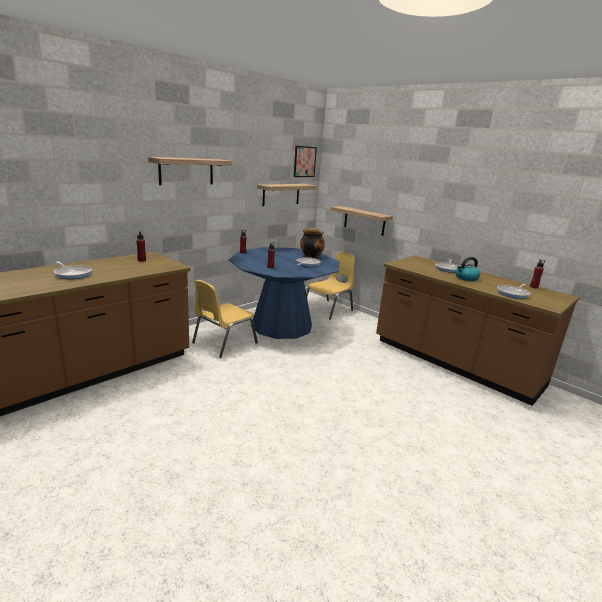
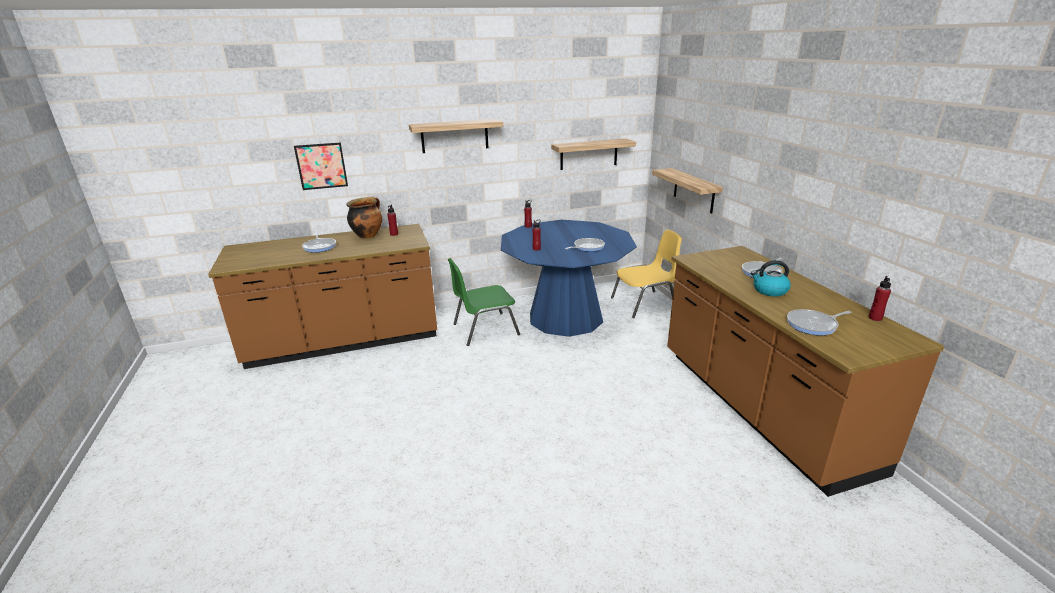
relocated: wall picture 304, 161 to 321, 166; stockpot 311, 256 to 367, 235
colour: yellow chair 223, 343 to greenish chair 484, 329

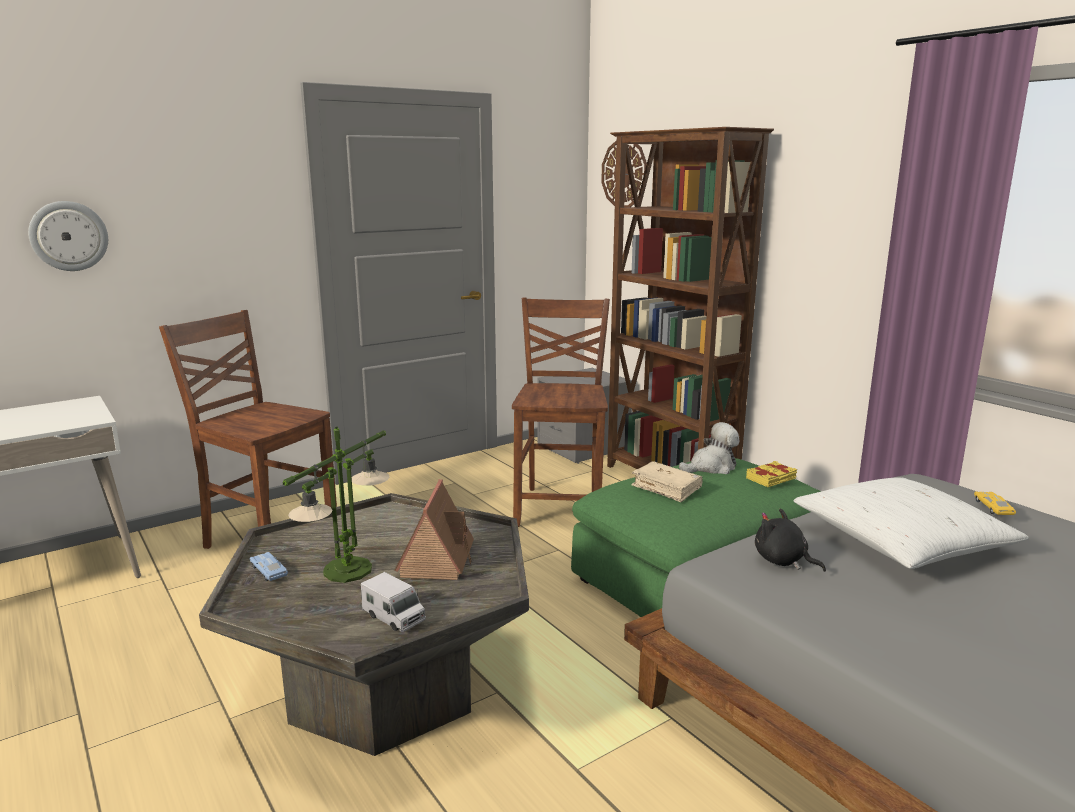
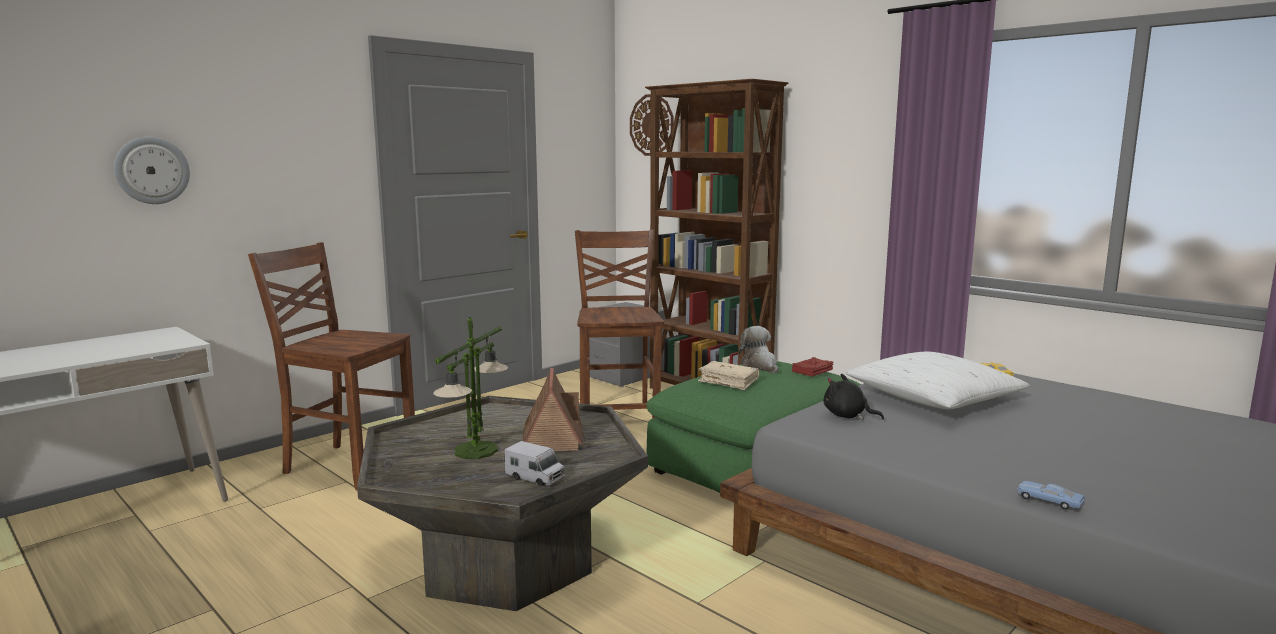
relocated: bluish model car 269, 572 to 1048, 501
colour: yellow bound book 771, 478 to red-coloured bound book 813, 371
spun: plush toy 711, 467 = 760, 366 75 degrees counterclockwise

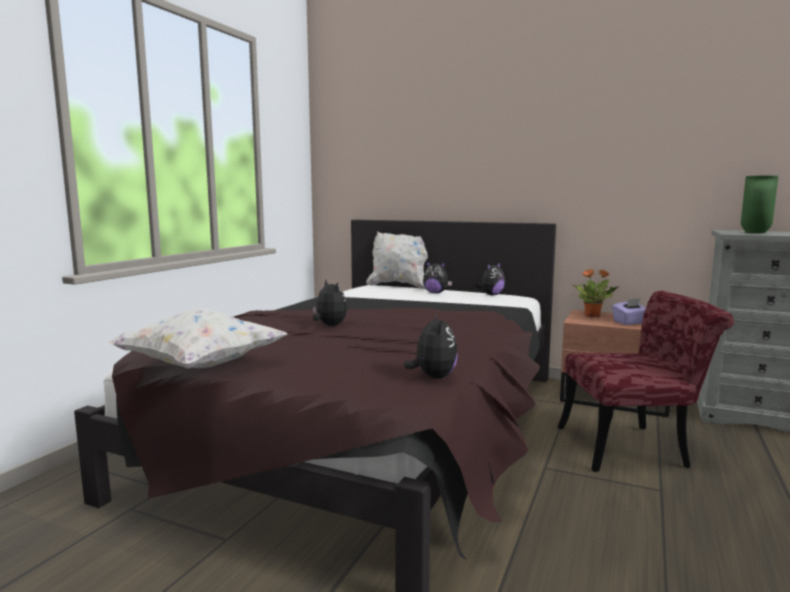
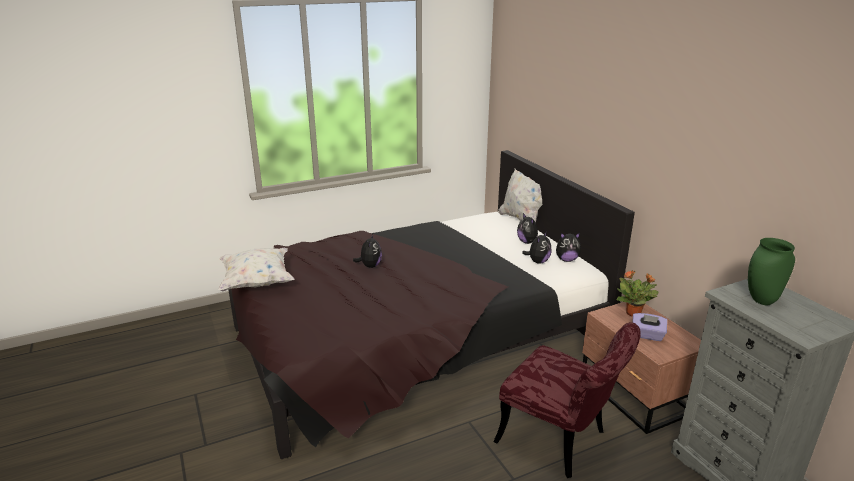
relocated: plush toy 433, 377 to 538, 261

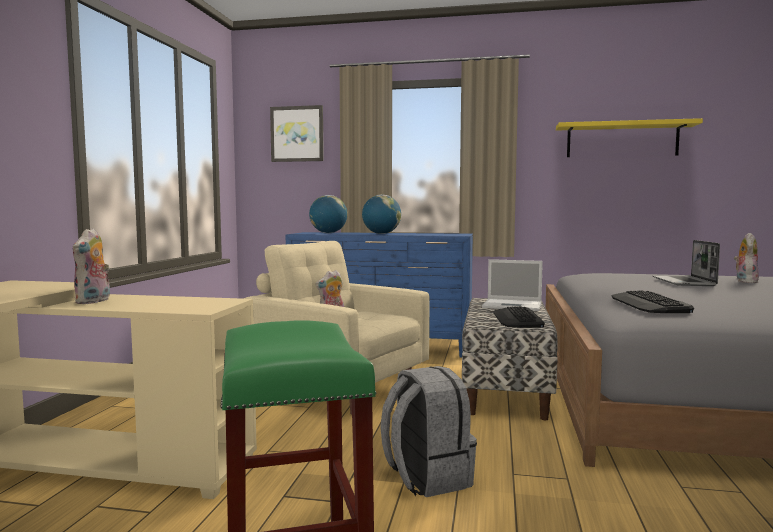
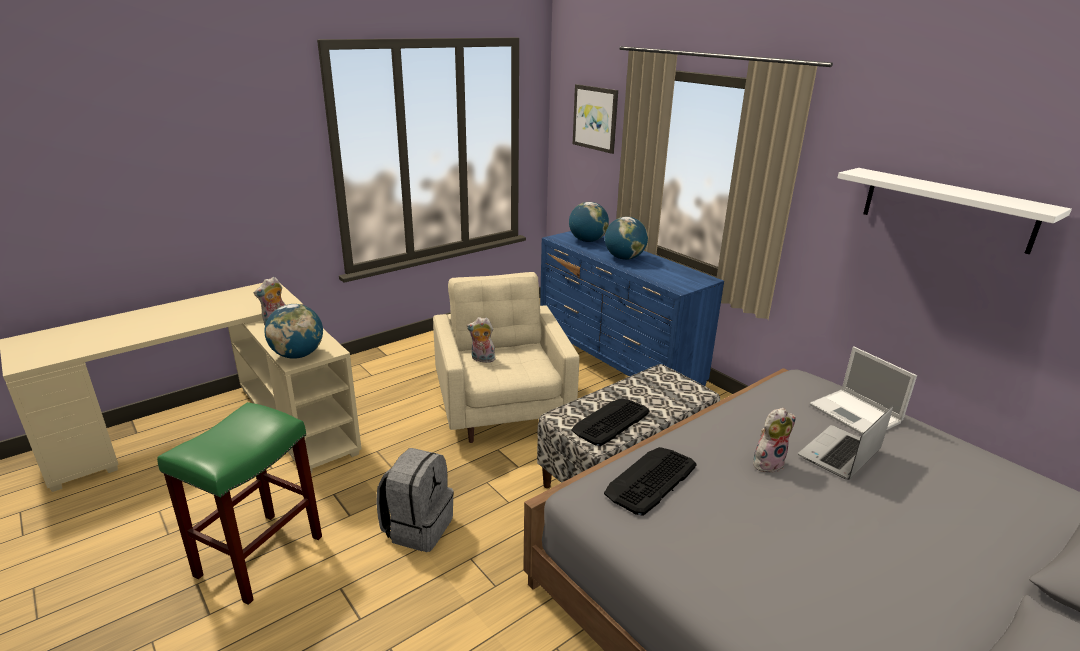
appeared: world globe 298, 355
relocated: laptop 513, 305 to 856, 414; plush toy 745, 281 to 768, 463
colour: yellow shelf 622, 140 to white-coloured shelf 946, 209

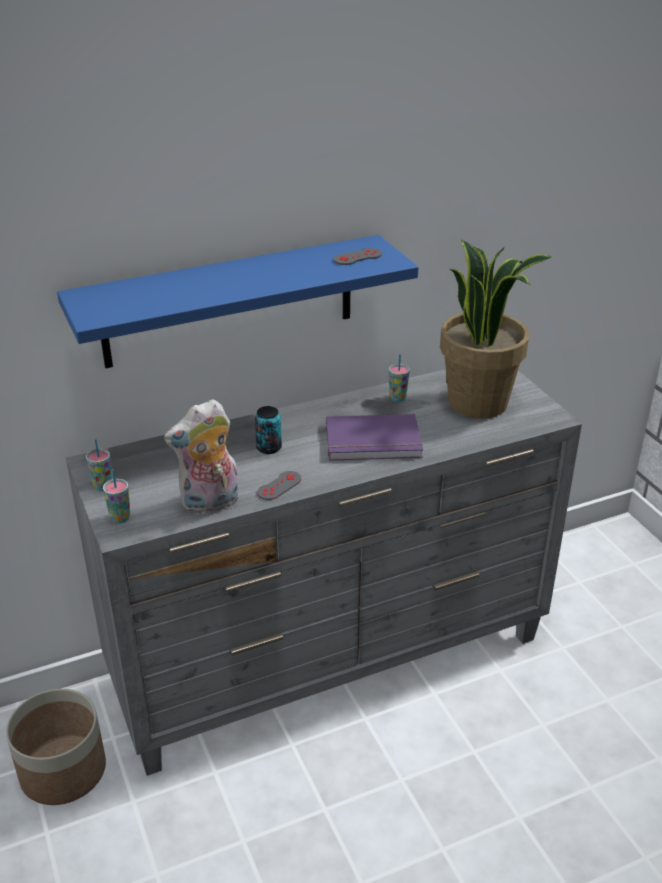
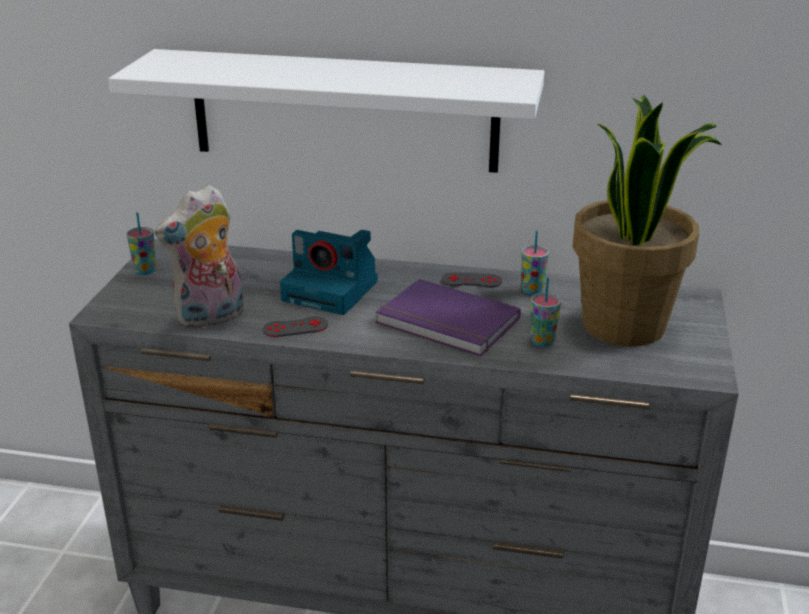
missing: planter 64, 770
relocated: drinking cup 120, 518 to 542, 341; greyish joypad 357, 257 to 471, 280
exchanged: sealed can 269, 448 to still camera 333, 291
colour: bluish shelf 229, 301 to white-coloured shelf 344, 110
spun: plush toy 210, 503 = 211, 318 45 degrees counterclockwise

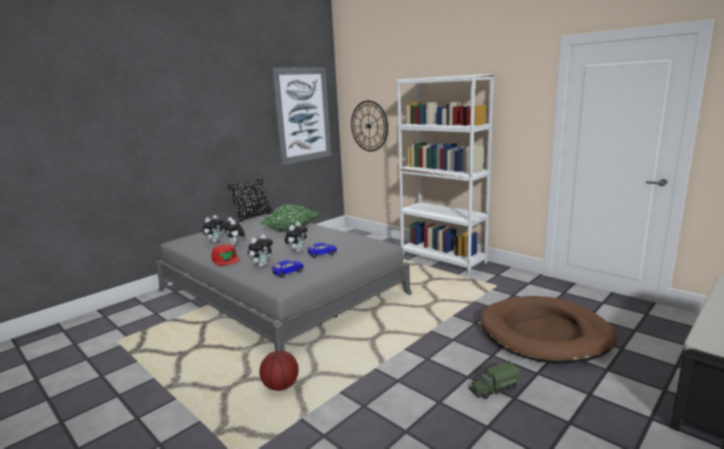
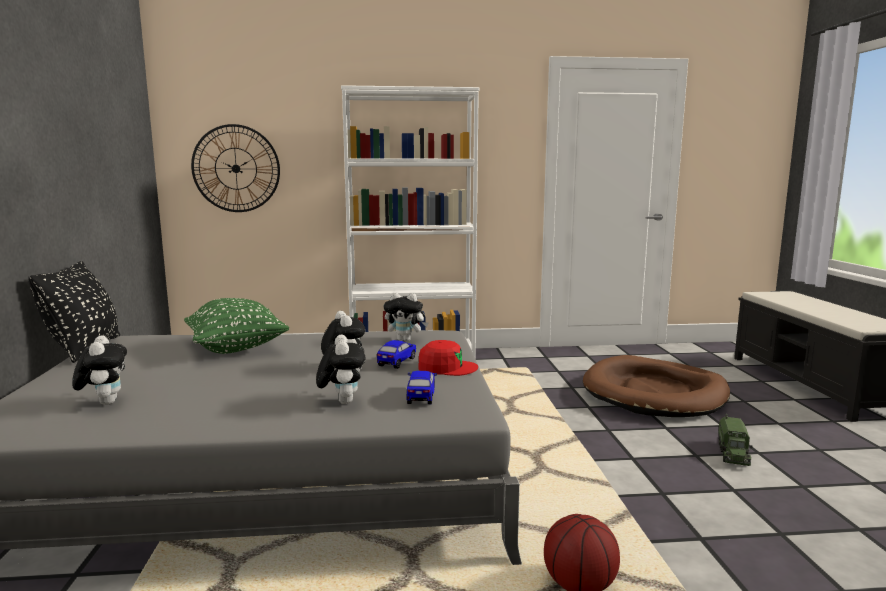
missing: wall picture 303, 115
relocated: red-coloured cap 225, 259 to 446, 367; plush toy 235, 244 to 406, 340

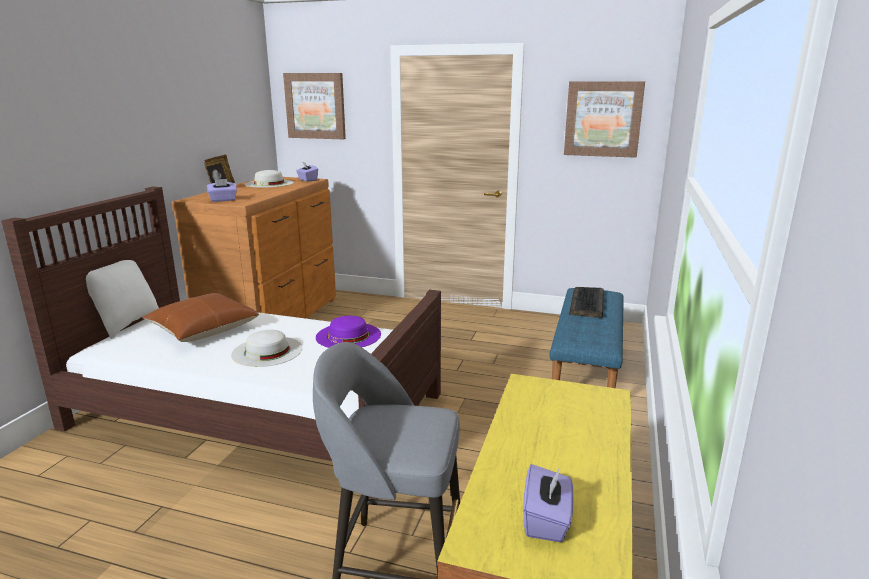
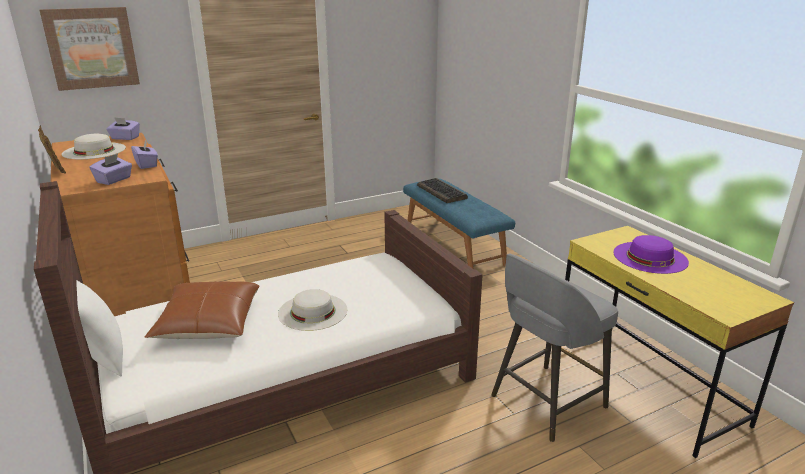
missing: wall picture 603, 119
relocated: purple-coloured clothing hat 348, 335 to 650, 257; purple-coloured box of tissues 546, 520 to 147, 164

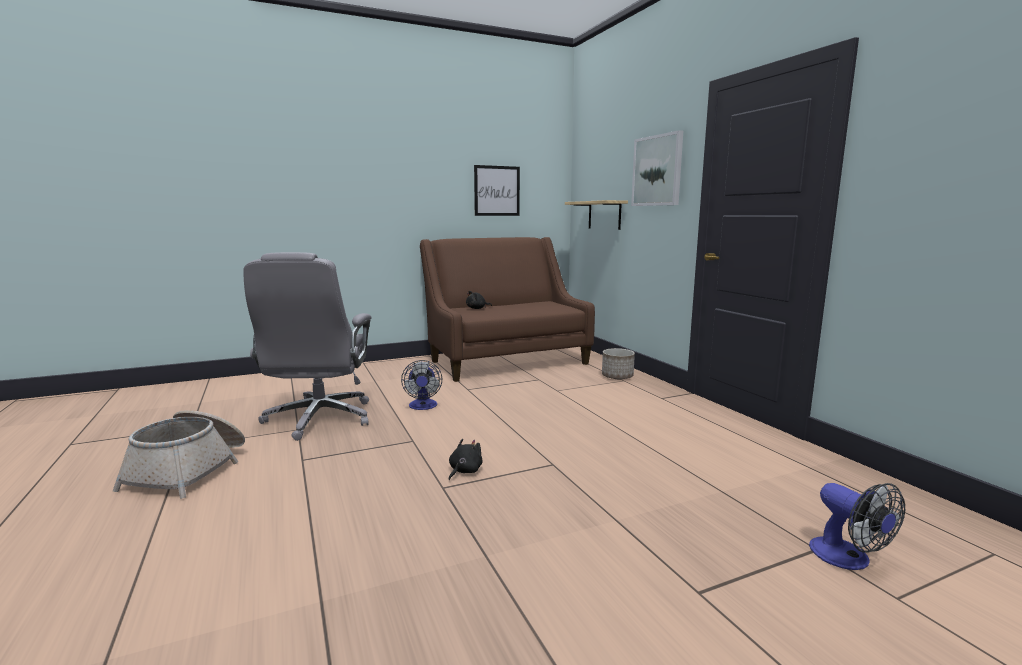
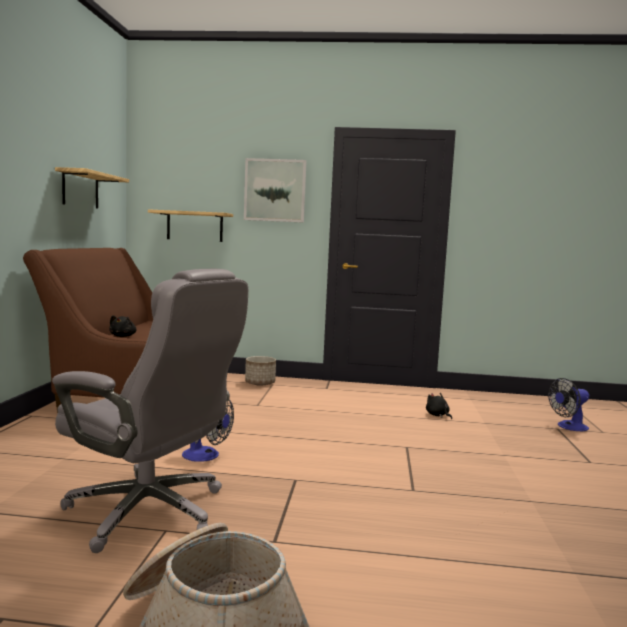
relocated: black-coloured plush toy 464, 471 to 437, 415
exchanged: wall picture 497, 191 to shelf 80, 189
spun: fan 848, 559 = 568, 427 150 degrees clockwise

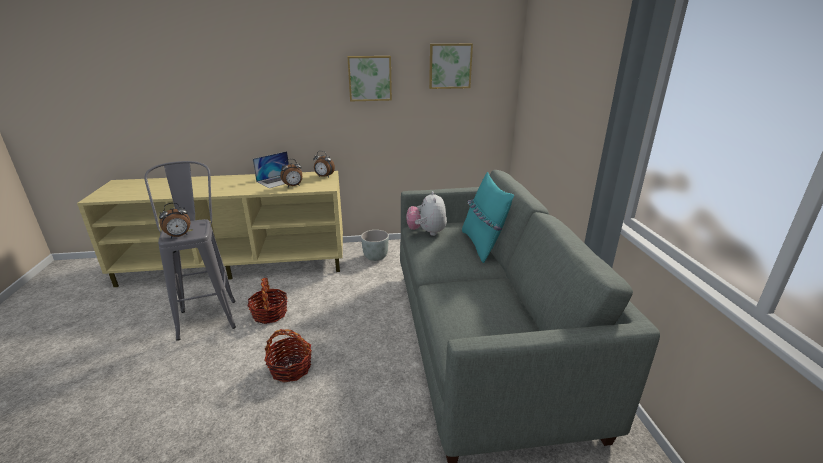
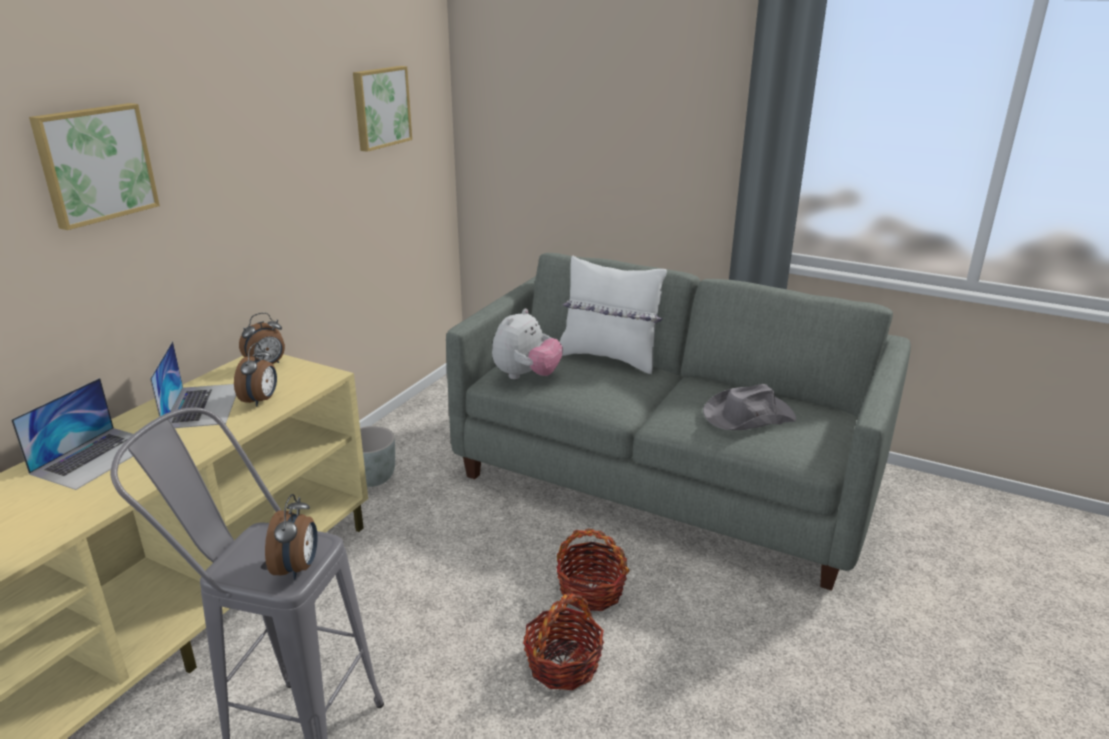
appeared: laptop 95, 457; greyish clothing hat 747, 416
relocated: household basket 270, 314 to 591, 591; wall picture 369, 78 to 95, 164
colour: blue-green throw pillow 482, 245 to white-coloured throw pillow 609, 358
spun: plush toy 427, 232 = 526, 376 90 degrees counterclockwise

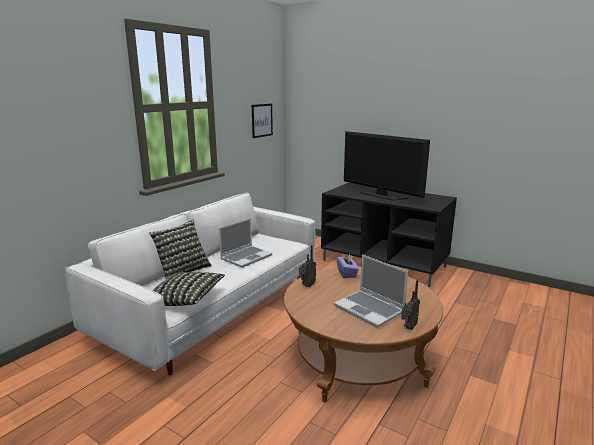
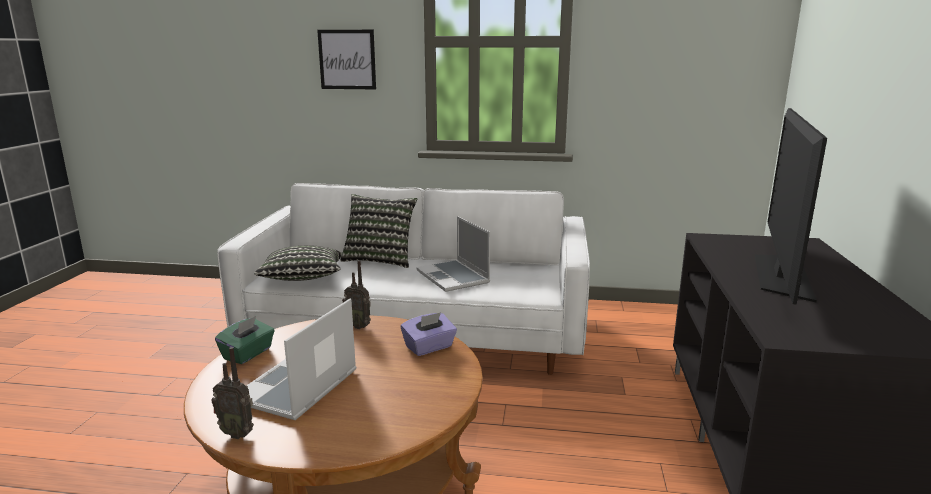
appeared: greenish box of tissues 248, 354
relocated: wall picture 262, 120 to 347, 59
spun: laptop 246, 257 = 454, 277 45 degrees clockwise

